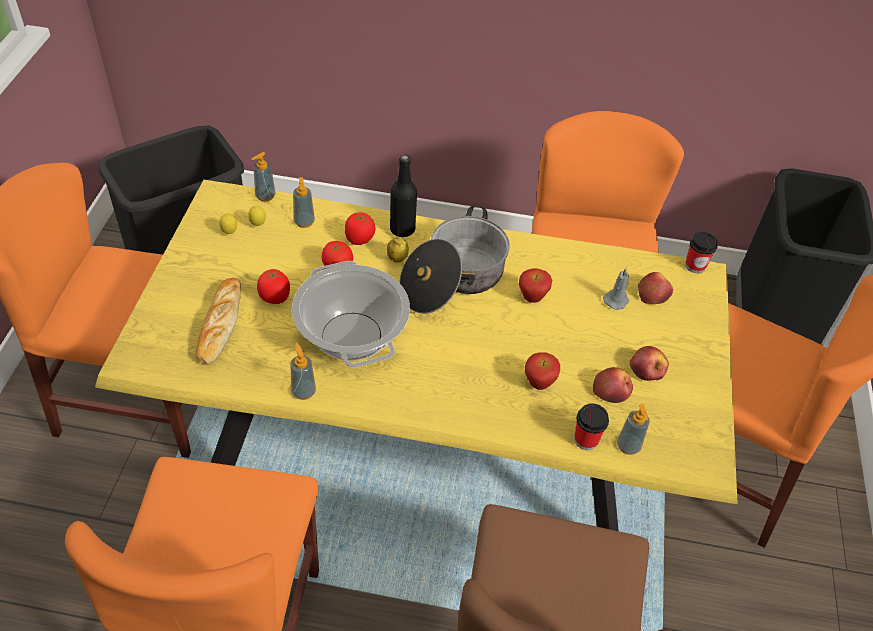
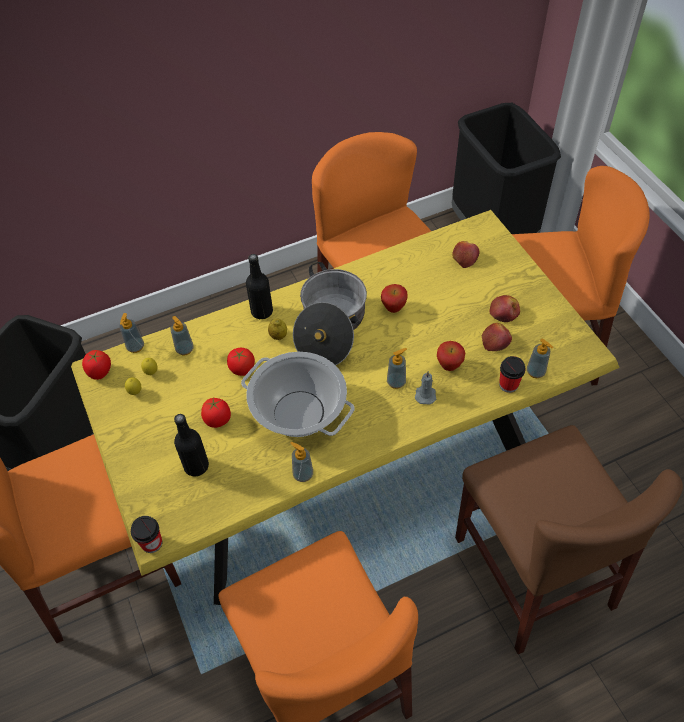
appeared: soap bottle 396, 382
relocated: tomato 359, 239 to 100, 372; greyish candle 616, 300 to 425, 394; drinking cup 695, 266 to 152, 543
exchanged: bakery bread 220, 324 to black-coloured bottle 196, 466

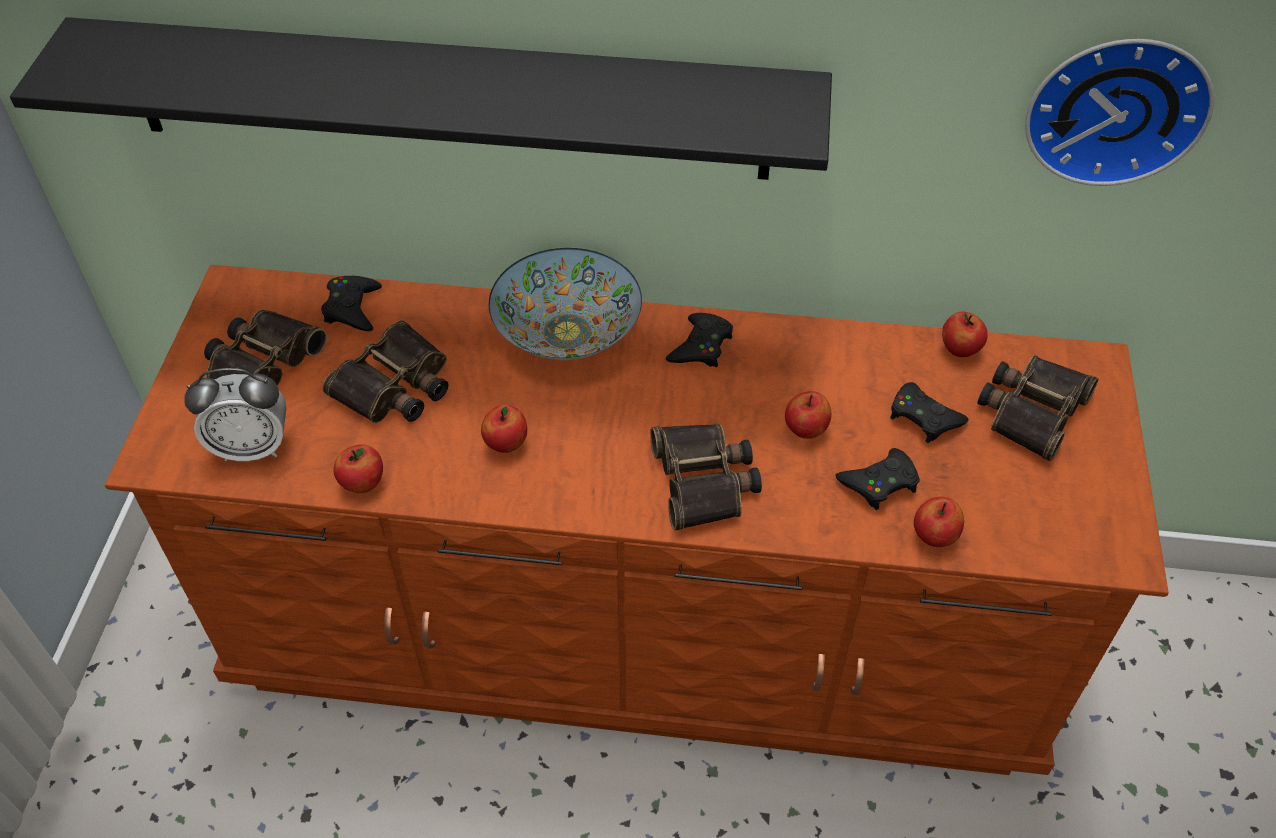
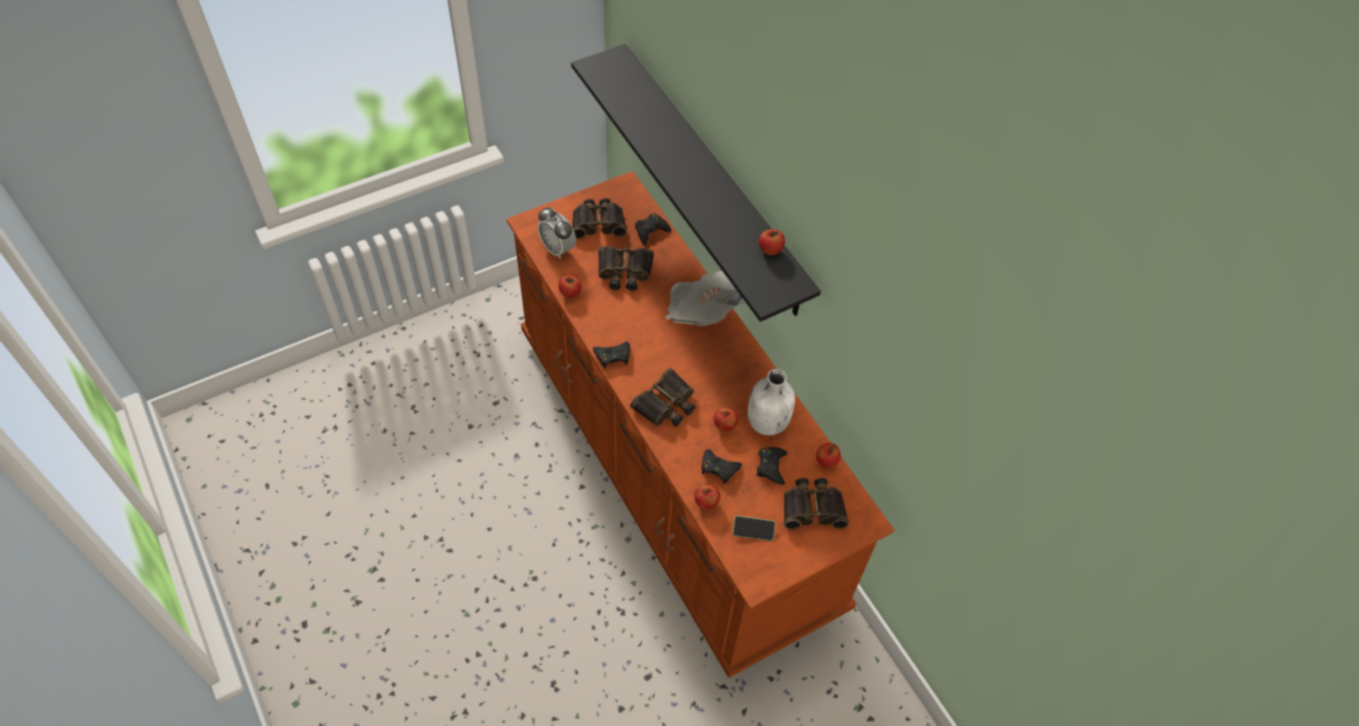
missing: wall clock 1116, 106
appeared: phone 753, 531; white-coloured bottle 766, 422
relocated: whole apple 506, 444 to 770, 250; black-coloured joypad 701, 346 to 613, 356
exchanged: deep dish 566, 333 to printed paper 703, 310

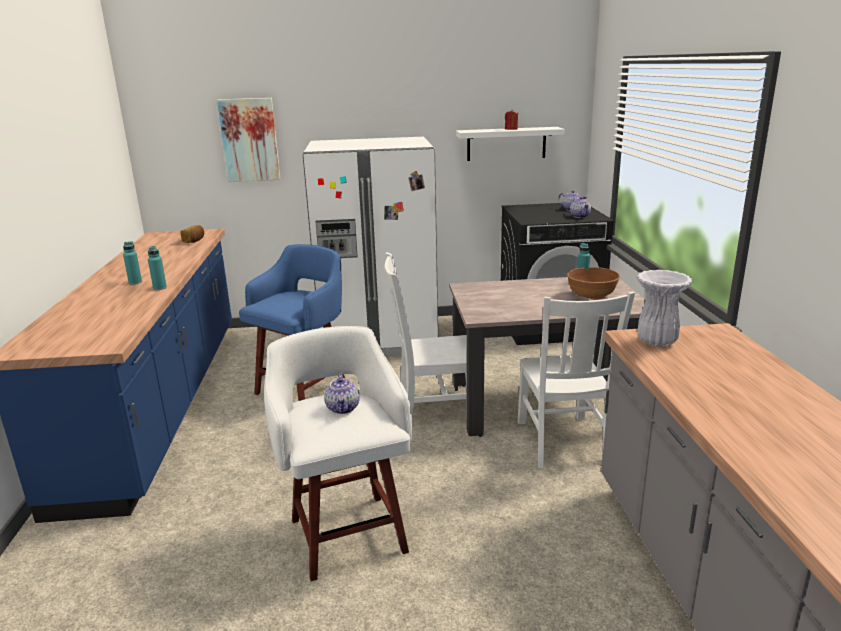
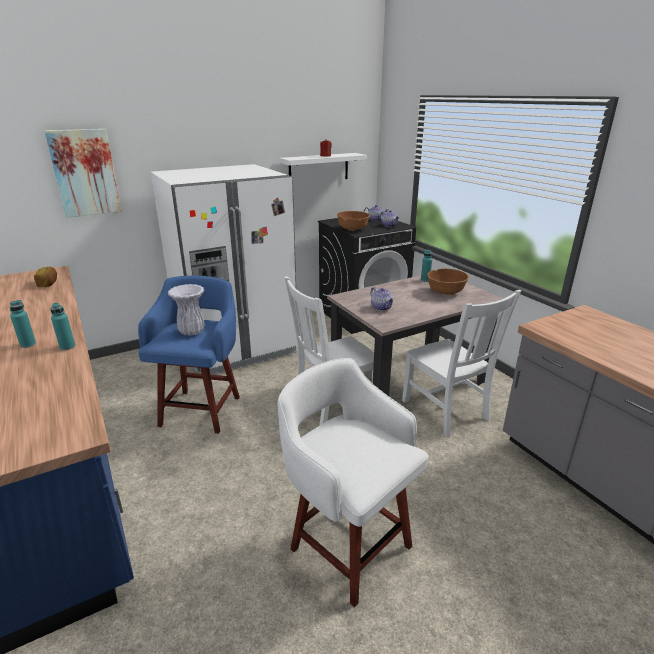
appeared: brownish deep dish 353, 229
relocated: pot for tea 343, 408 to 381, 307; white-coloured decorative vase 656, 341 to 191, 332

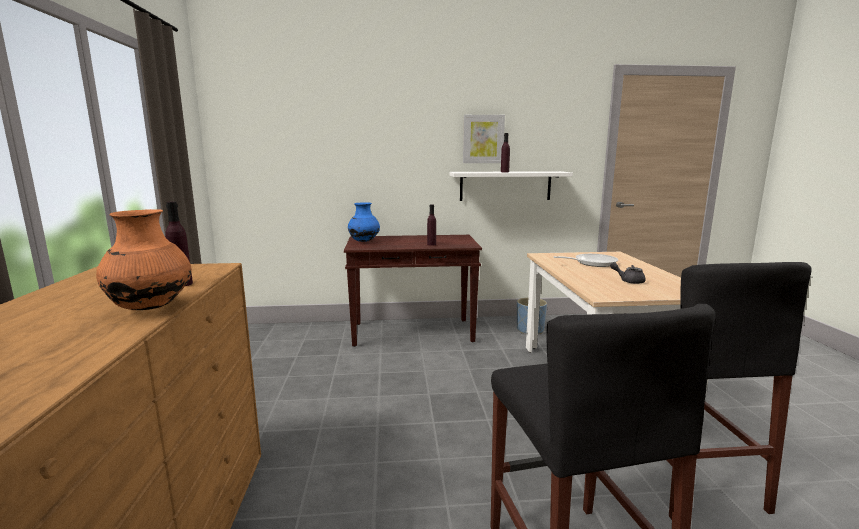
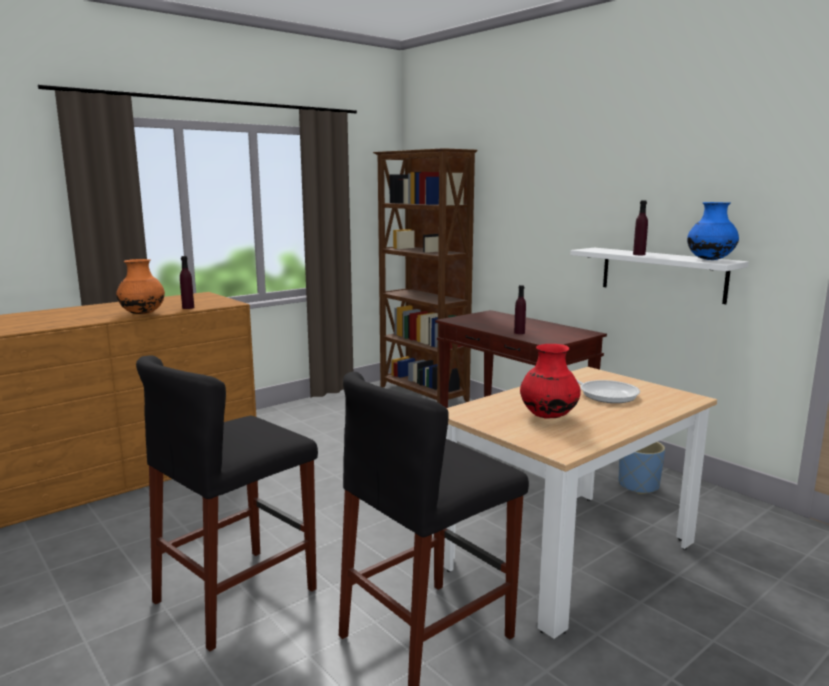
missing: wall picture 483, 139
appeared: brownish bookcase 423, 394
relocated: bluish decorative vase 364, 241 to 710, 260
exchanged: greyish pot for tea 628, 281 to red-coloured decorative vase 548, 416

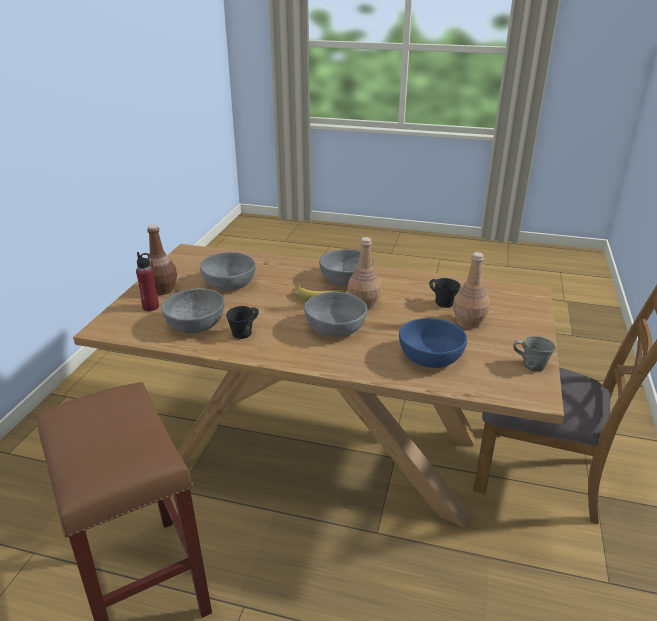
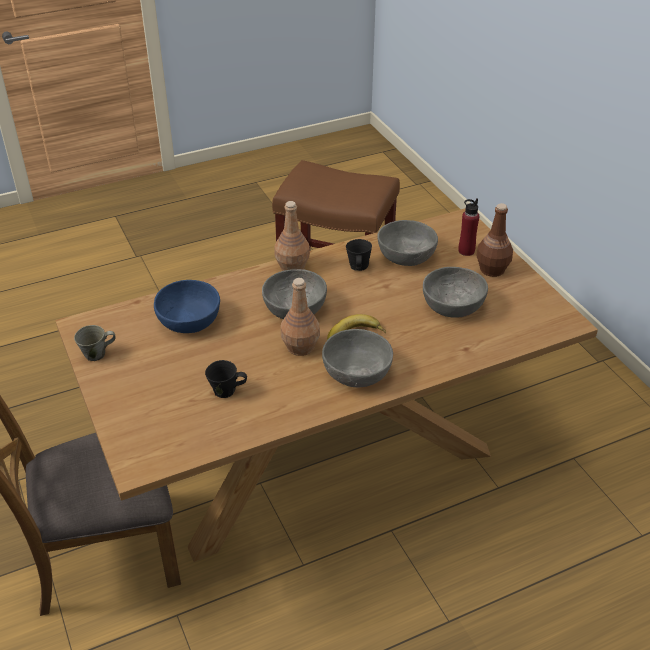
relocated: brownish bottle 468, 322 to 293, 266

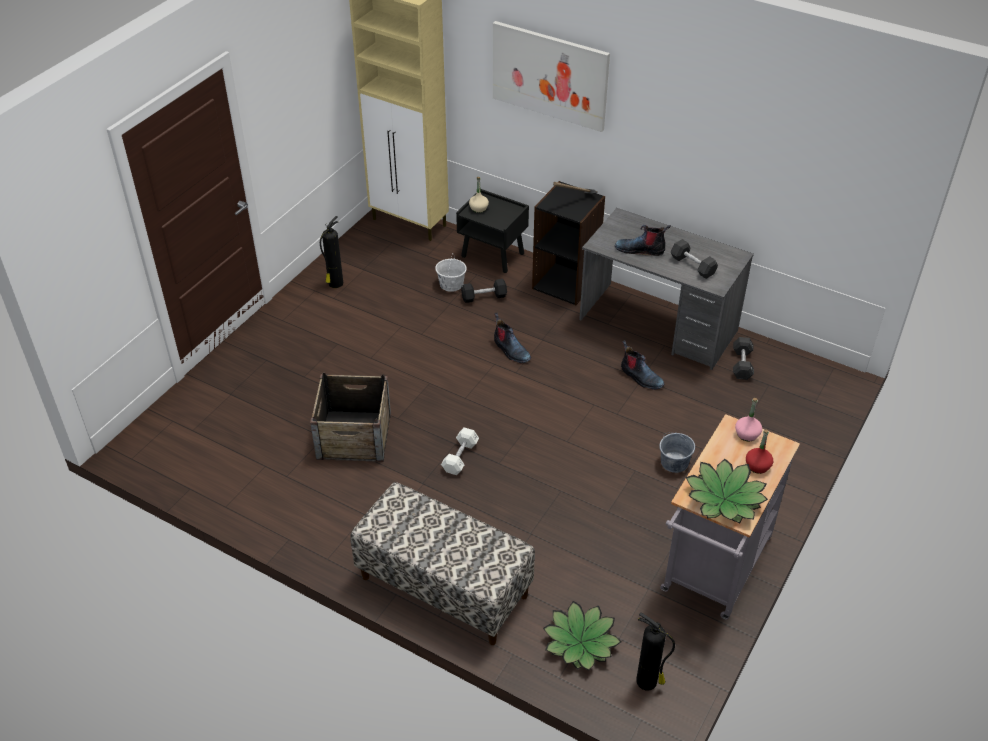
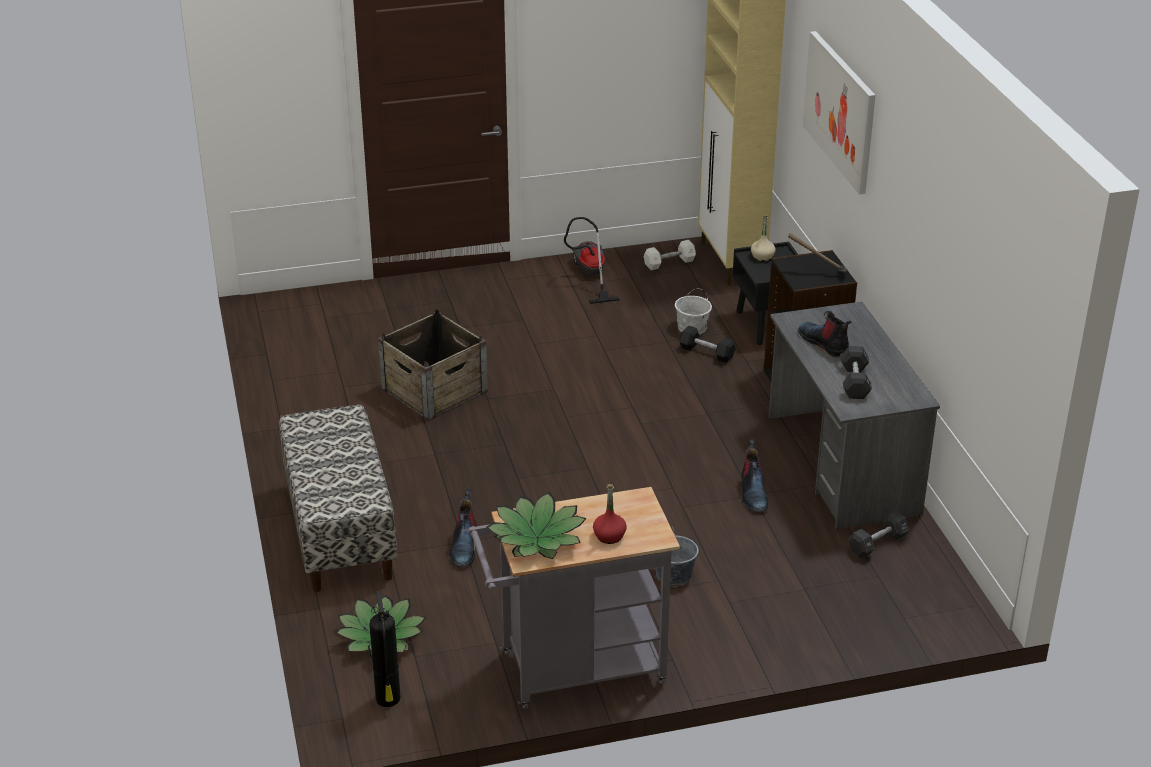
missing: pink-coloured bottle 747, 434
relocated: white-coloured hand weight 460, 457 to 669, 263; boot 510, 350 to 464, 546
exchanged: extinguisher 335, 284 to vacuum 589, 275

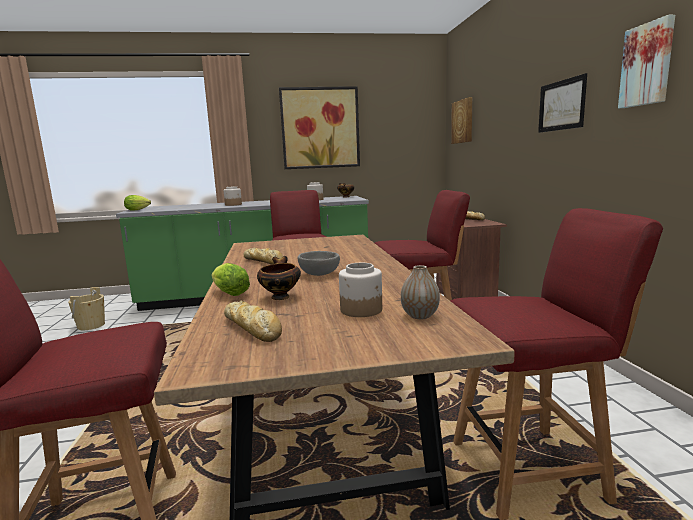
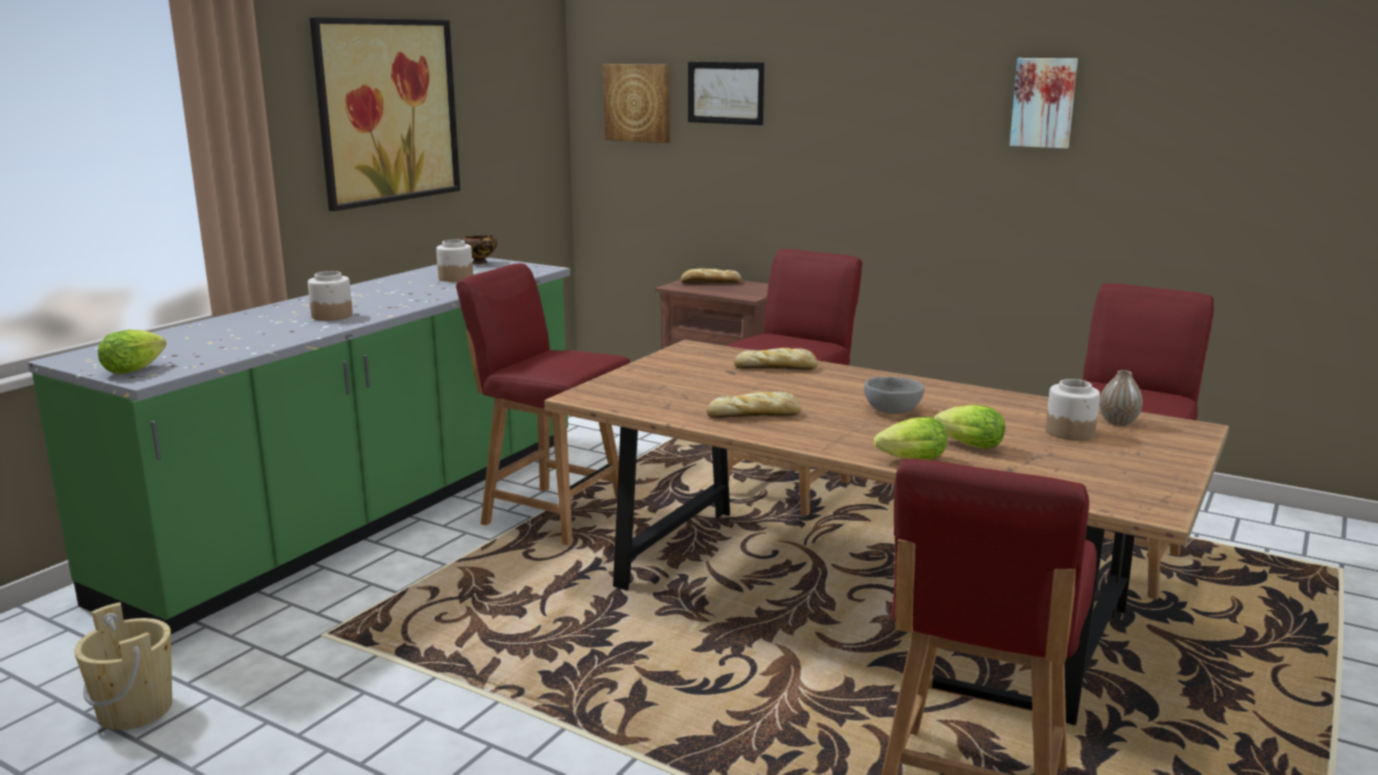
relocated: bakery bread 253, 328 to 777, 367; wall picture 561, 105 to 725, 93
exchanged: deep dish 280, 296 to lettuce 966, 445

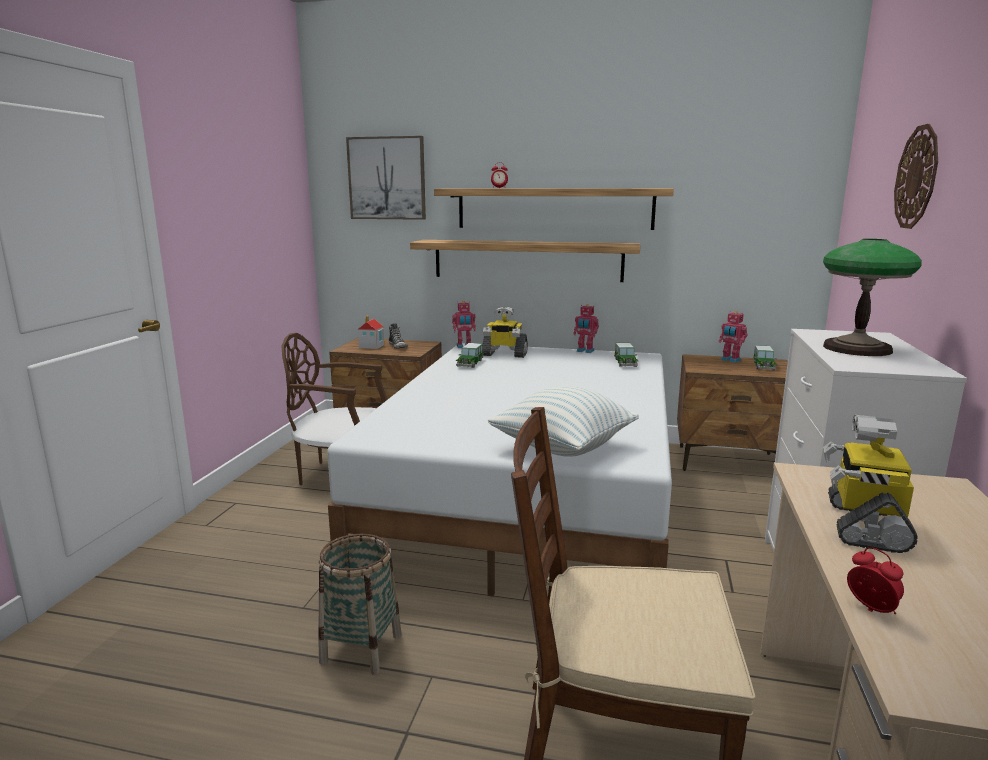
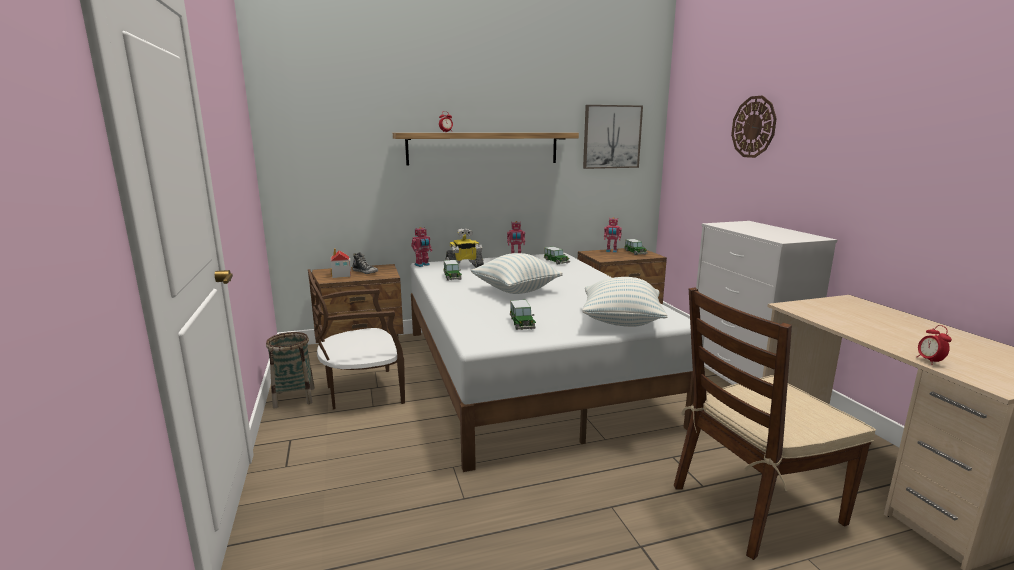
missing: shelf 527, 260; table lamp 857, 348; toy robot 863, 525
appeared: throw pillow 516, 290; model car 522, 324
relocated: household basket 361, 648 to 294, 397; wall picture 387, 178 to 611, 137
spun: bedside clock 871, 610 = 929, 361 120 degrees counterclockwise

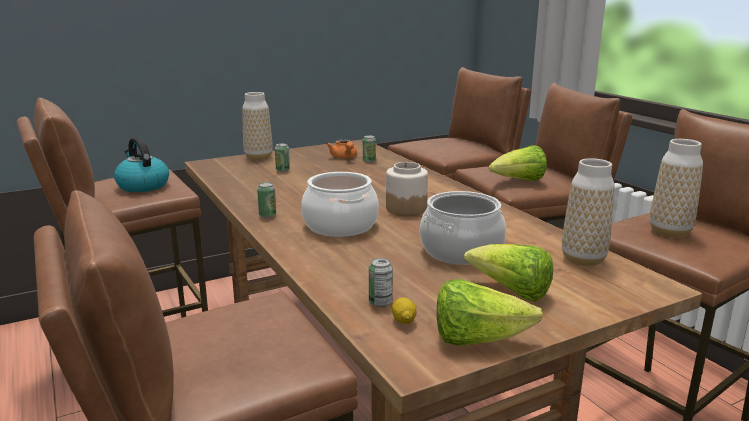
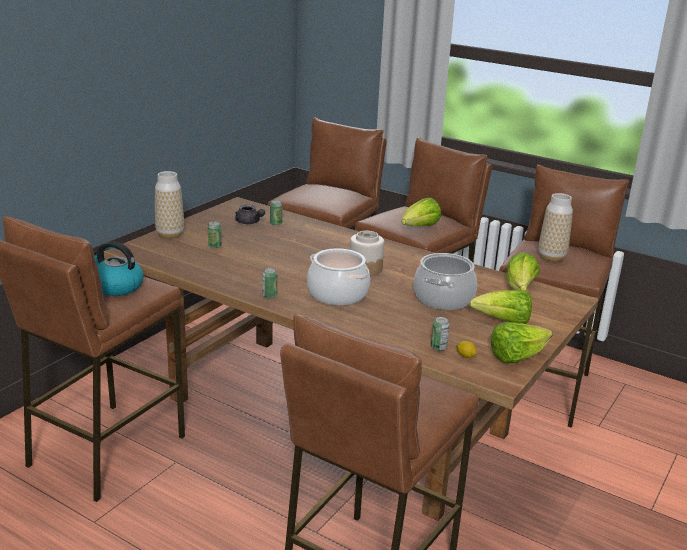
exchanged: decorative vase 583, 259 to lettuce 520, 289
colour: orangey pot for tea 344, 157 to greyish pot for tea 249, 222

